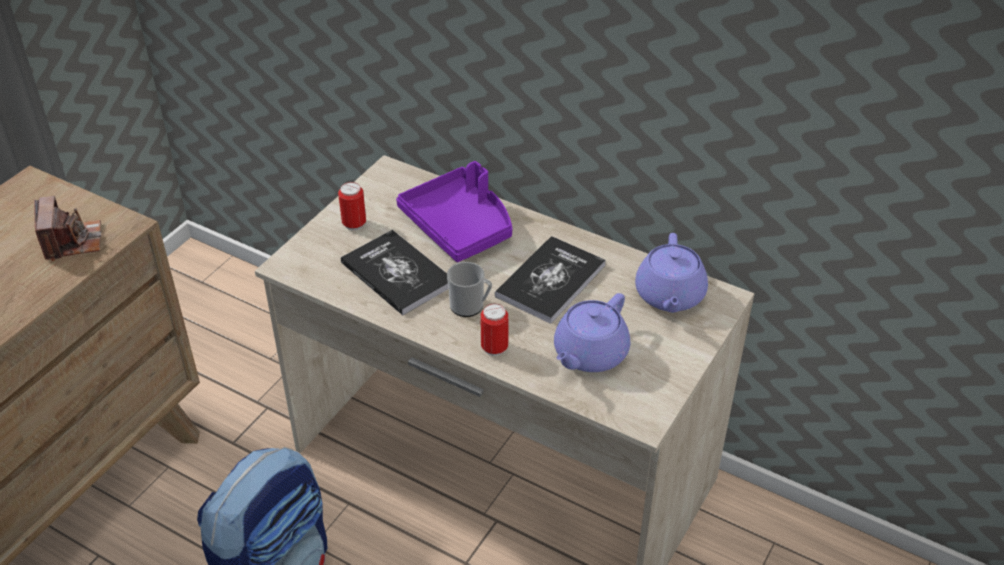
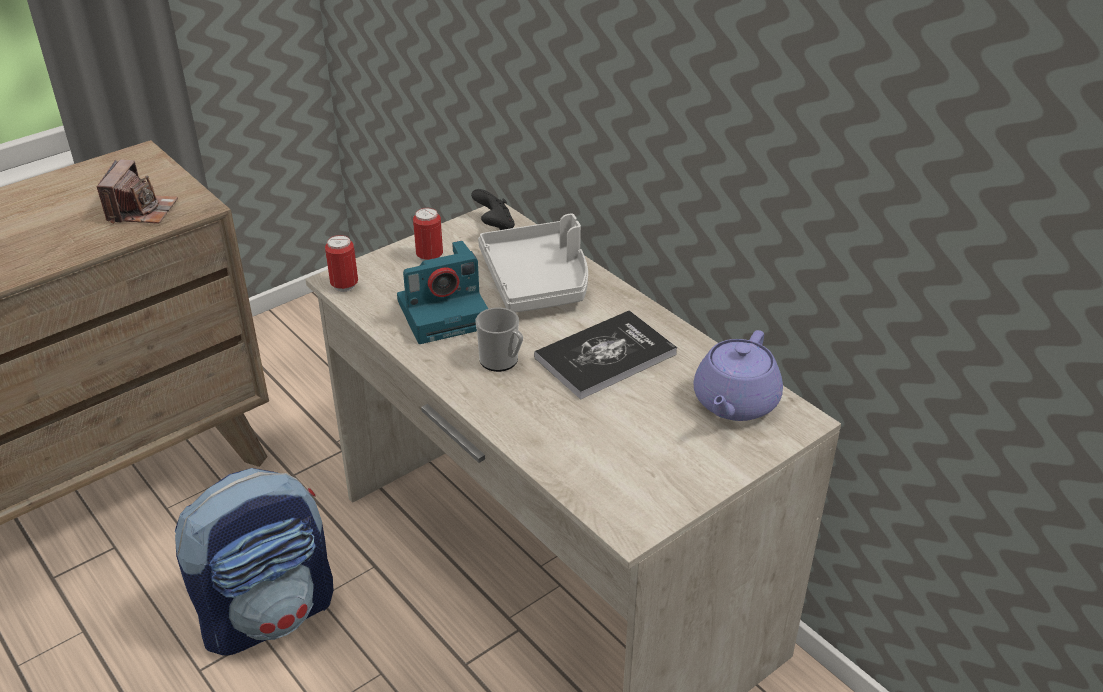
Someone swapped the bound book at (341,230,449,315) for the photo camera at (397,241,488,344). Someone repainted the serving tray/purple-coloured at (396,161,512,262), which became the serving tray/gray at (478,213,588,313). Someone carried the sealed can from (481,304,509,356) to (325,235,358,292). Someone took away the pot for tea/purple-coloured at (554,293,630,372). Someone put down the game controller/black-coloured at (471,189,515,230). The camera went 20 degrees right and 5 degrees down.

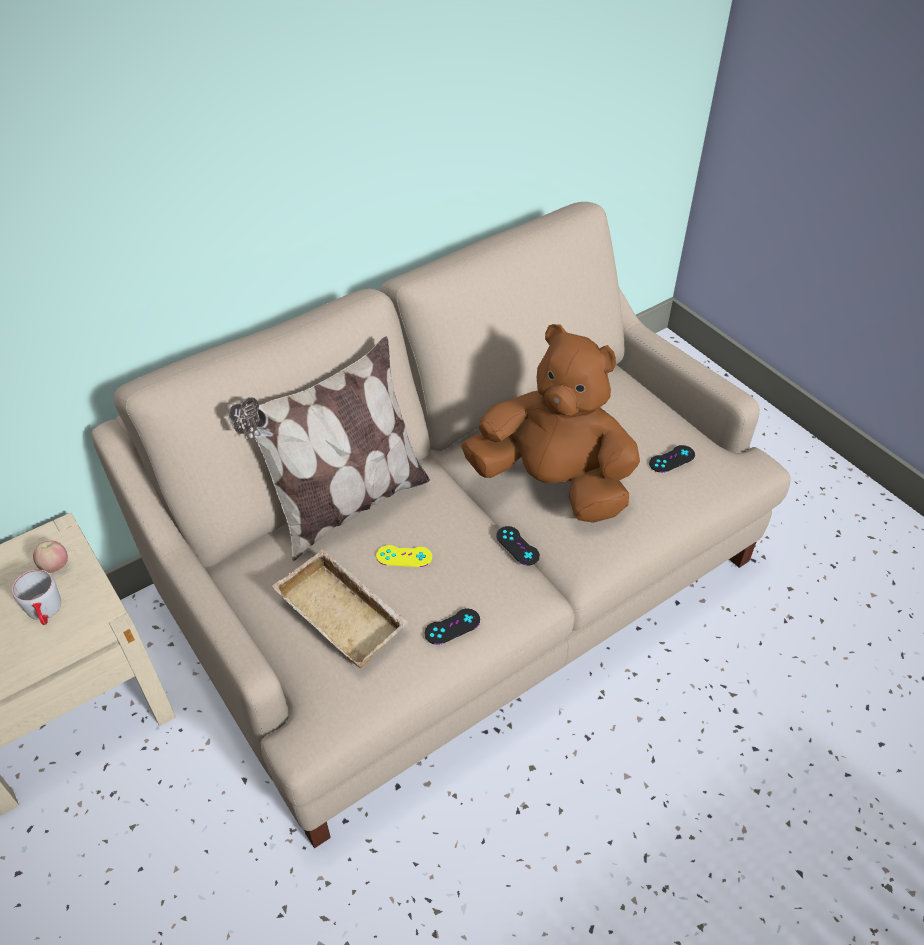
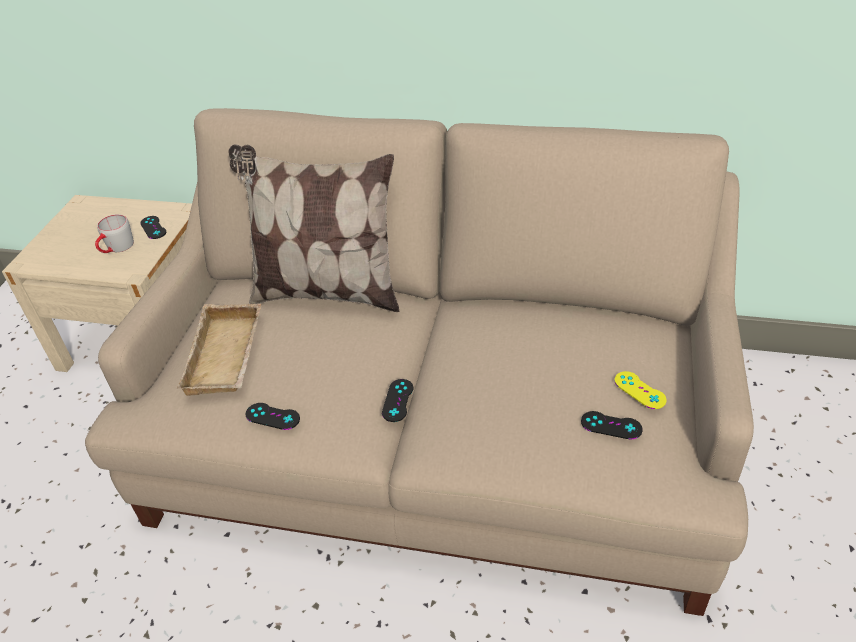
Someone swapped the whole apple at (33,541,68,573) for the game controller/black-coloured at (140,216,166,239). Someone carried the game controller/yellowish from (376,545,432,567) to (614,371,667,409). Someone took away the soft toy/brown-coloured at (461,324,640,523). The camera went 50 degrees right and 5 degrees down.

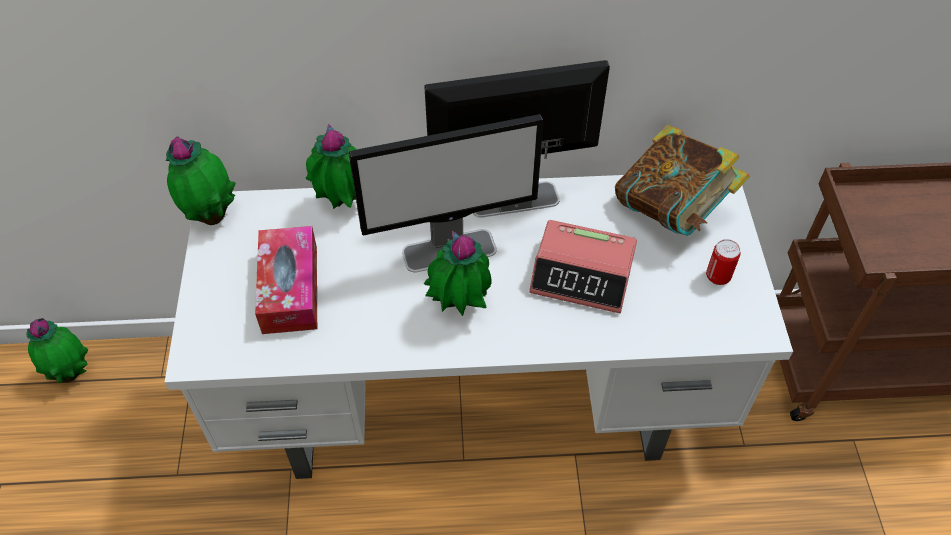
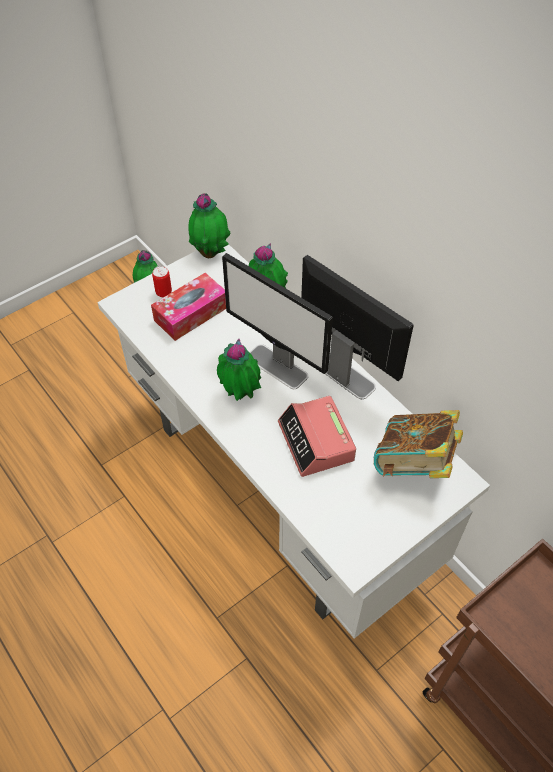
Someone carried the sealed can from (706,239,741,285) to (152,266,172,297). The camera went 55 degrees right and 0 degrees up.

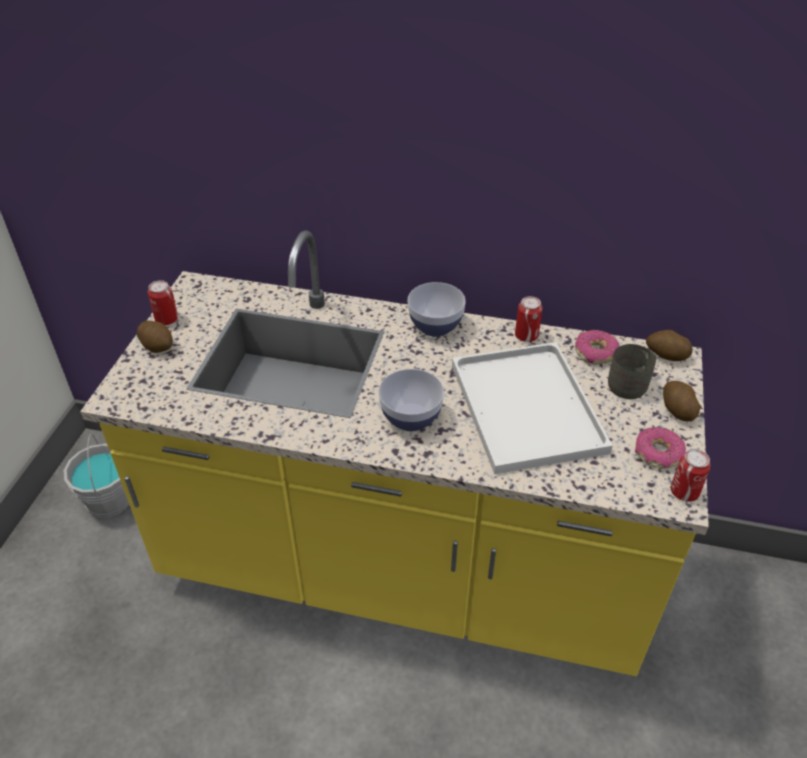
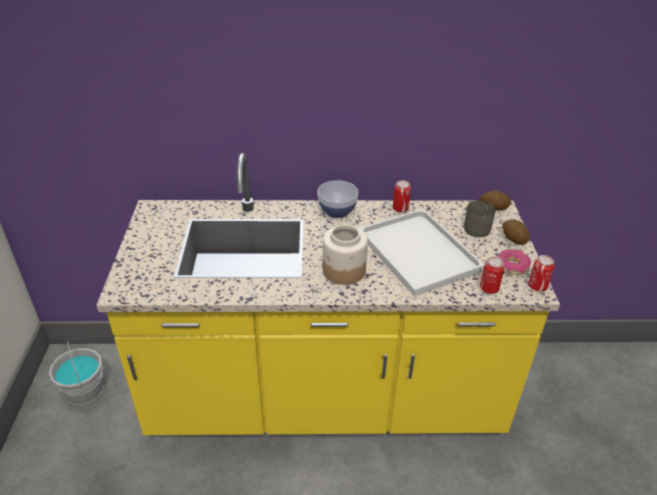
Someone took away the spud at (137,321,173,353). Someone carried the sealed can from (148,280,178,325) to (480,257,505,294). Someone swapped the serving bowl at (379,369,444,431) for the storage jar at (323,225,368,285). Someone took away the doughnut at (575,330,619,364). The camera went 15 degrees left and 5 degrees down.

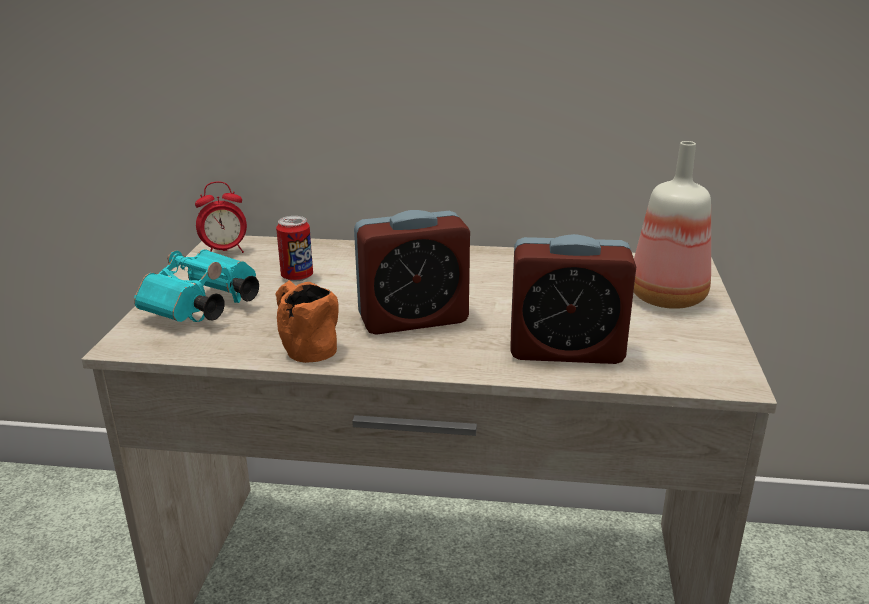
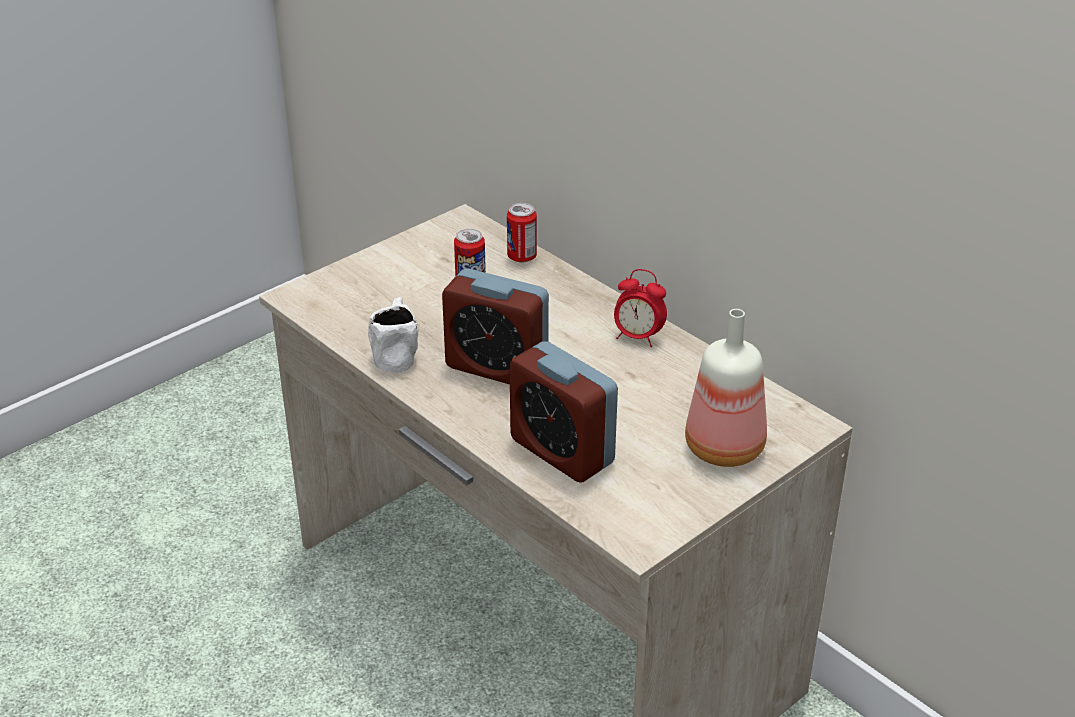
Someone took away the pair of binoculars/turquoise at (134,249,259,322). Someone carried the bedside clock from (195,182,247,253) to (614,269,667,347). Someone repainted the mug/orange at (275,280,338,363), which became the mug/white at (368,297,418,373). Someone put down the sealed can at (507,203,537,262). The camera went 40 degrees right and 10 degrees up.

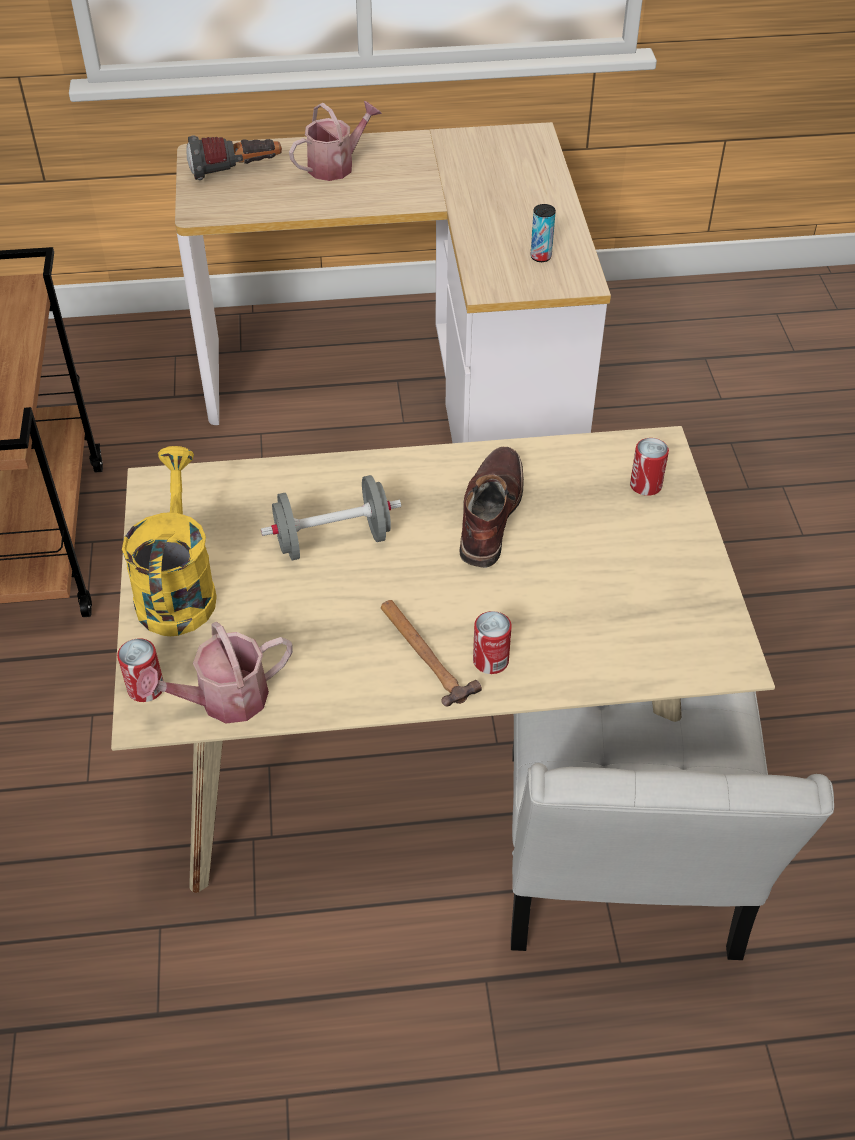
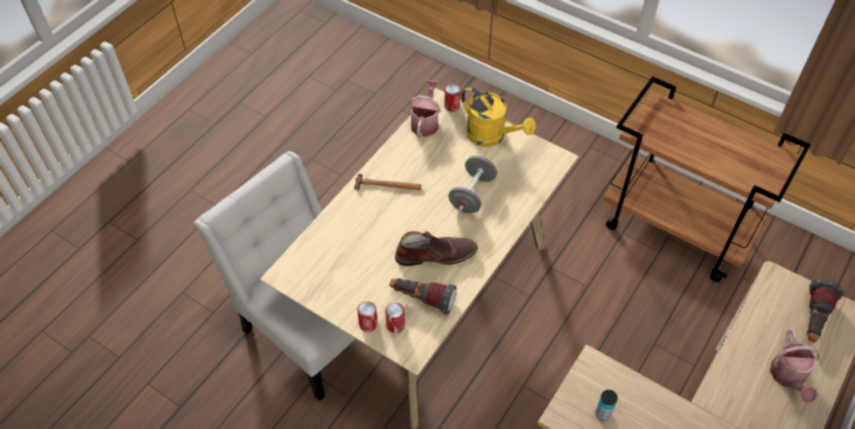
Someone rotated the boot/brown-coloured at (460,447,524,568) by 60 degrees counterclockwise. Someone carried the sealed can from (473,611,512,674) to (357,301,378,332). Someone put down the flashlight at (389,278,456,315). The camera went 130 degrees right and 5 degrees up.

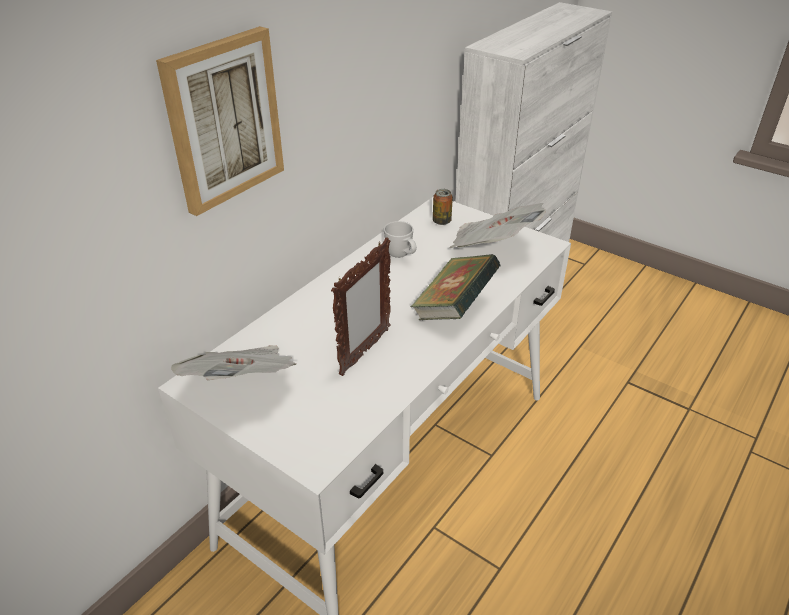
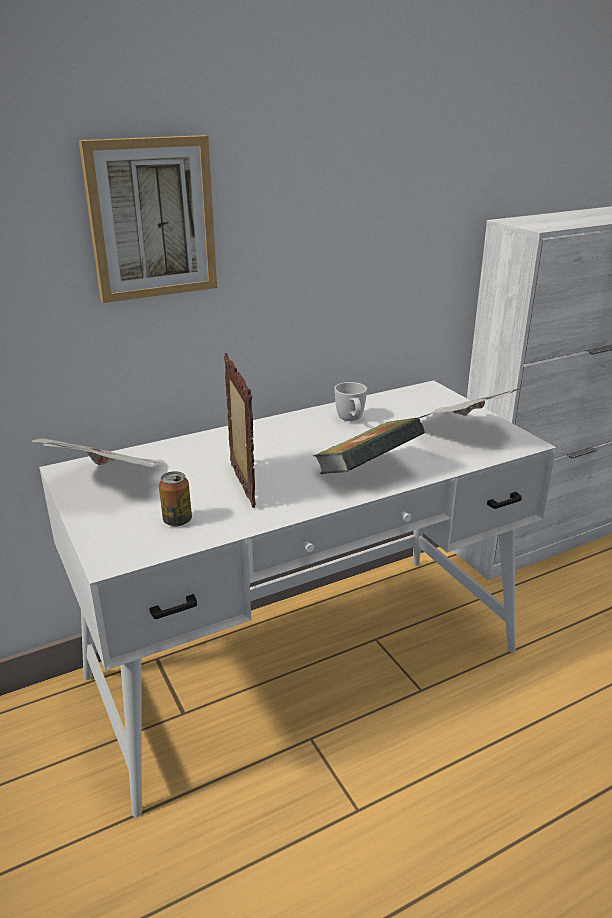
Someone rotated the photo frame at (331,237,391,376) by 75 degrees counterclockwise. Someone carried the sealed can from (433,189,453,225) to (159,471,192,526). The camera went 25 degrees right and 10 degrees down.

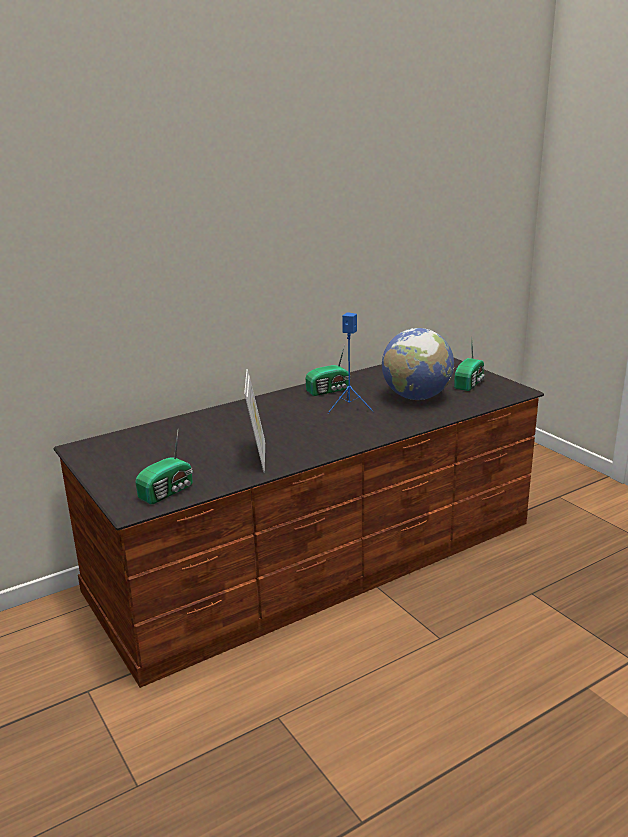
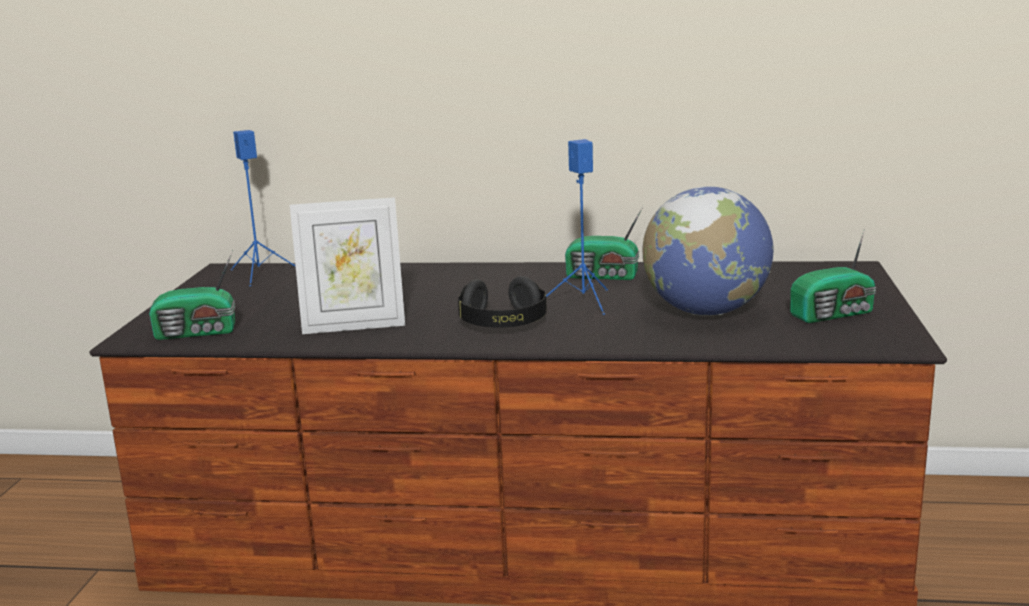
Someone rotated the photo frame at (244,369,265,473) by 45 degrees clockwise. Someone put down the audio speaker/blue at (230,130,296,286). Someone put down the headset/black-coloured at (458,276,547,328). The camera went 40 degrees right and 5 degrees down.

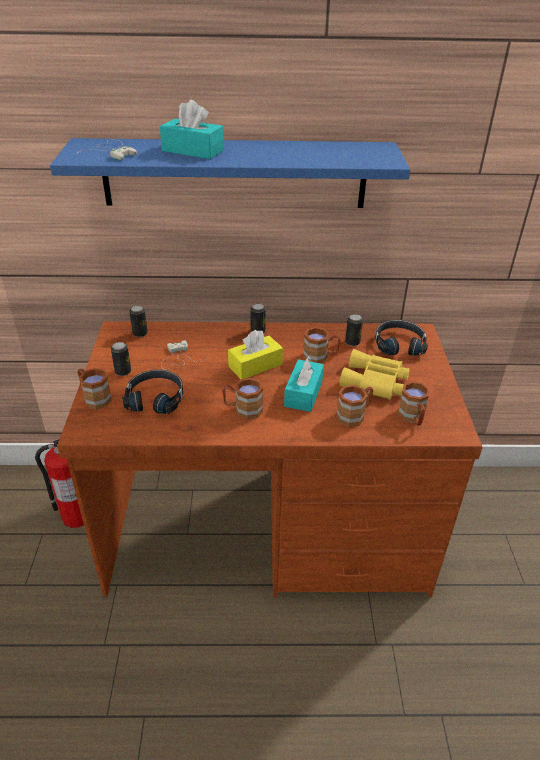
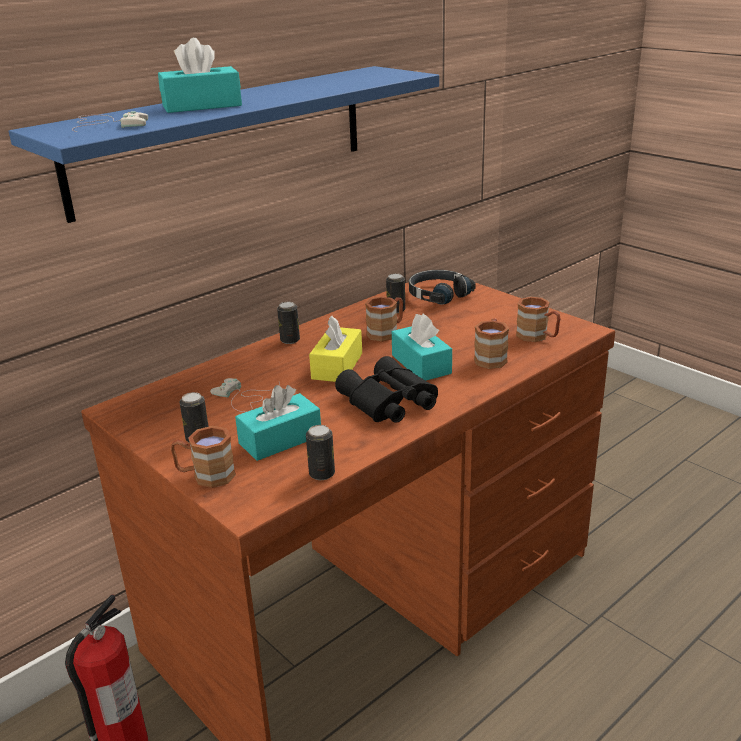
Someone swapped the headset/black-coloured at (122,370,183,414) for the tissue box/turquoise at (235,385,321,461). Someone carried the sealed can from (129,305,148,337) to (306,425,335,480). Someone swapped the mug/brown-coloured at (222,378,263,420) for the pair of binoculars/black-coloured at (335,356,438,423). Someone took away the pair of binoculars/yellowish at (339,349,410,400). The camera went 40 degrees left and 10 degrees down.

